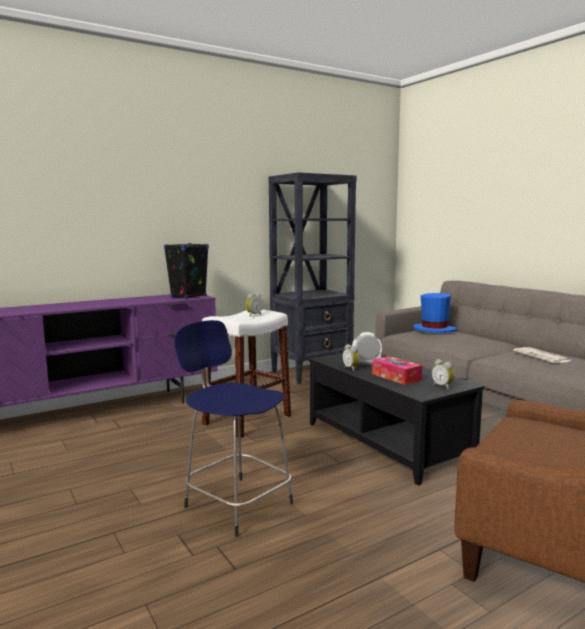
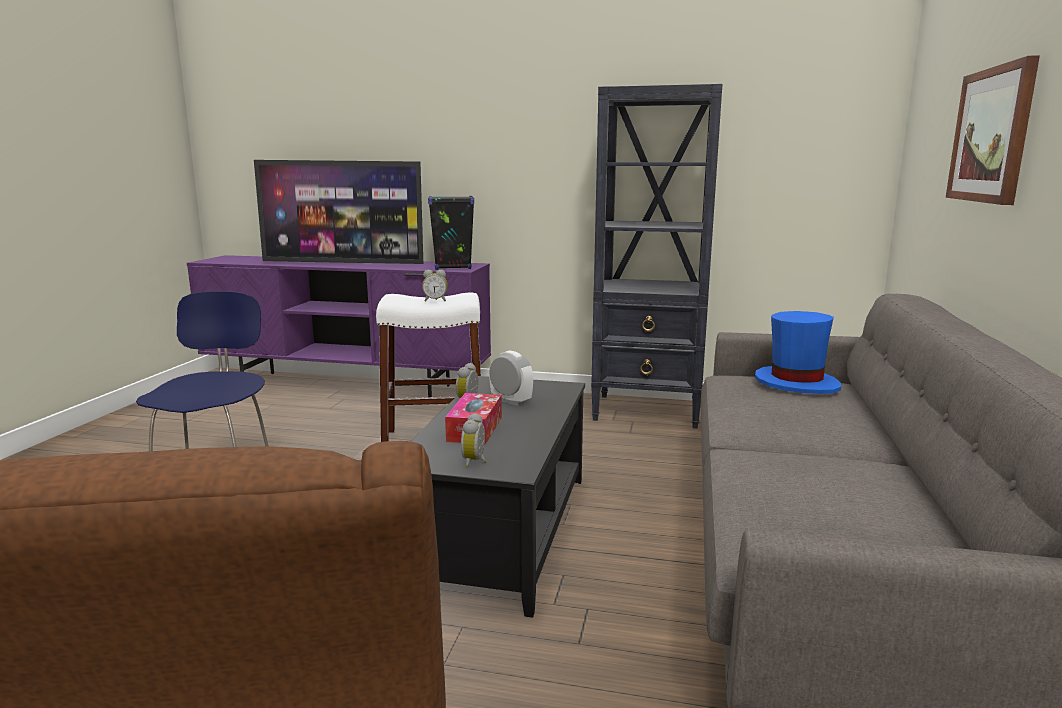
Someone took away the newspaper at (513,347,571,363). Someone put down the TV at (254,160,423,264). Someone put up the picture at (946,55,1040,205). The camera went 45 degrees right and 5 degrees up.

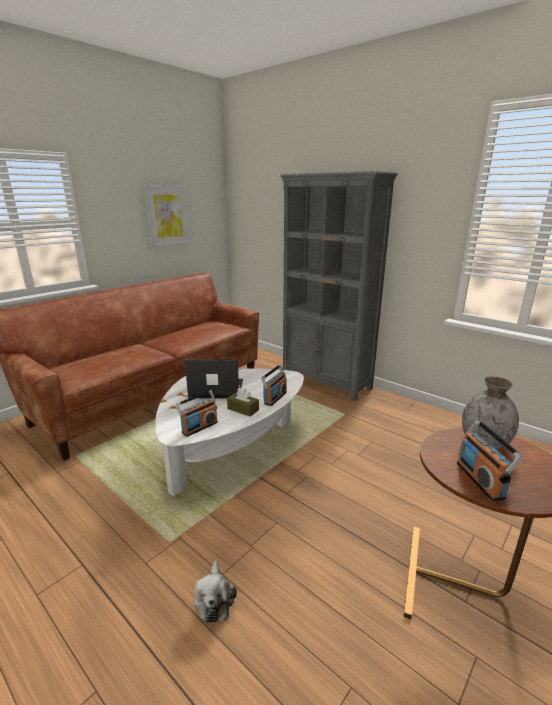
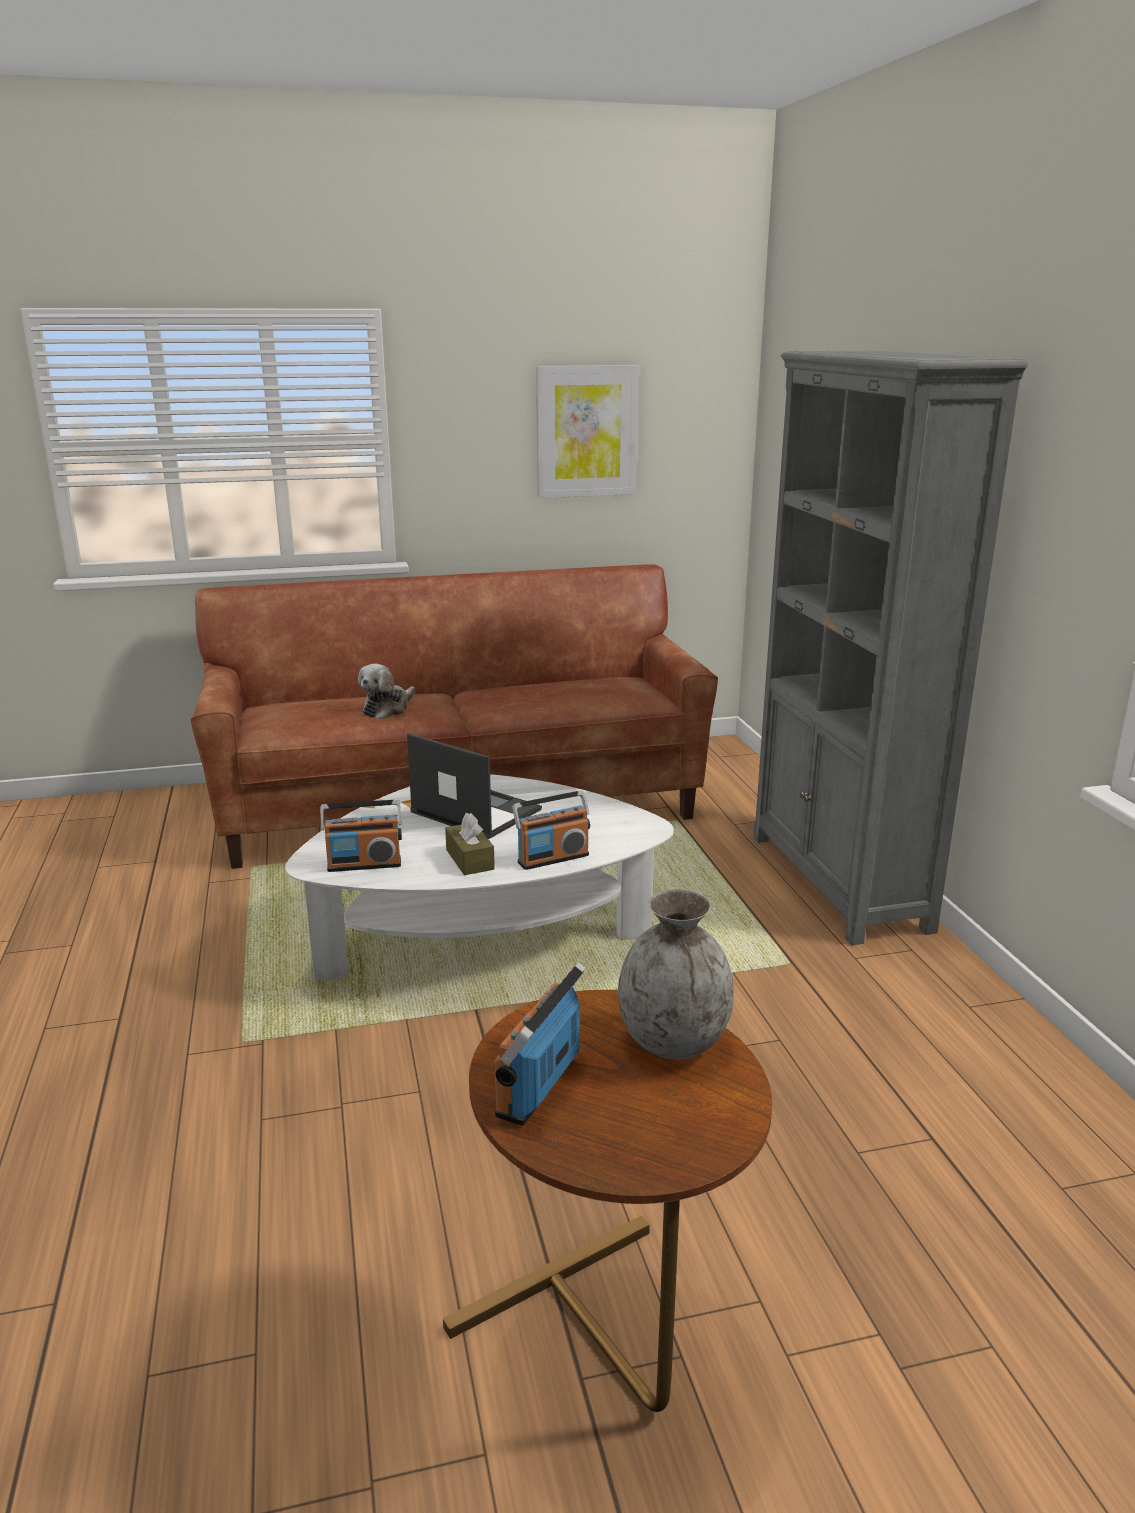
Someone carried the soft toy from (193,560,237,623) to (358,664,415,719). The camera went 35 degrees right and 0 degrees up.

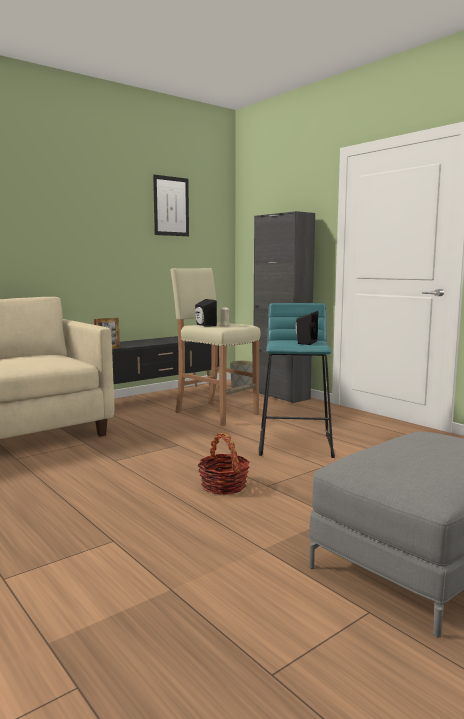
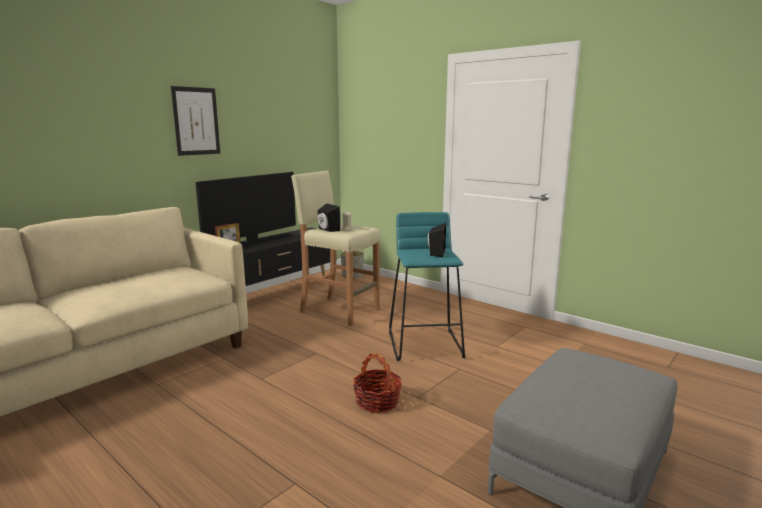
Someone carried the picture from (153,175,189,236) to (171,86,220,156). Someone took away the cabinet/black-coloured at (254,211,315,403). Someone put down the TV at (195,172,296,248). The camera went 10 degrees left and 5 degrees up.

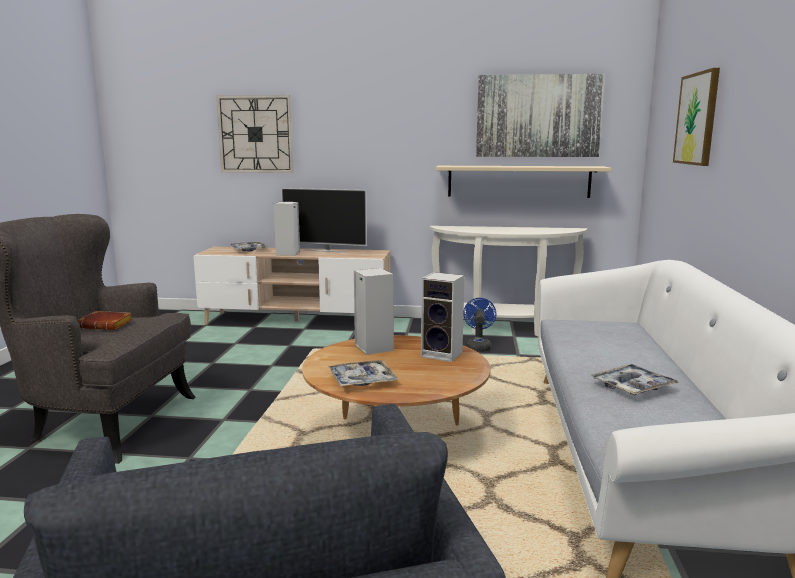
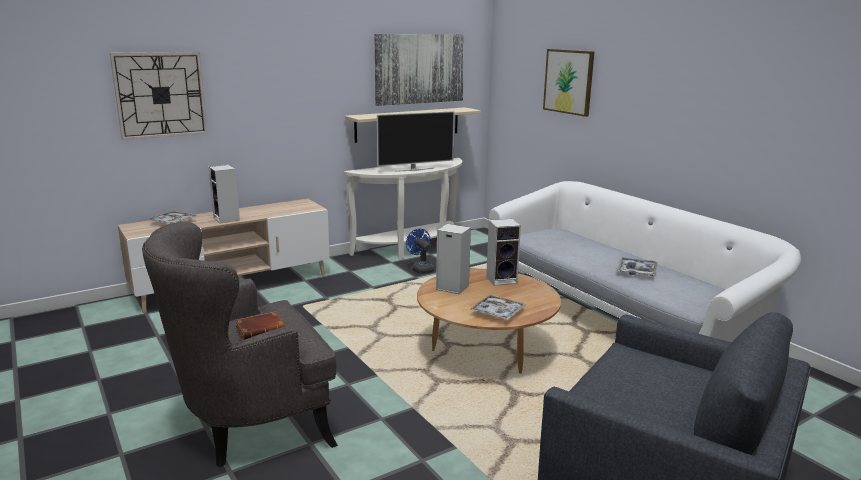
Someone carried the TV from (281,188,367,252) to (377,111,454,172). The camera went 40 degrees left and 5 degrees up.

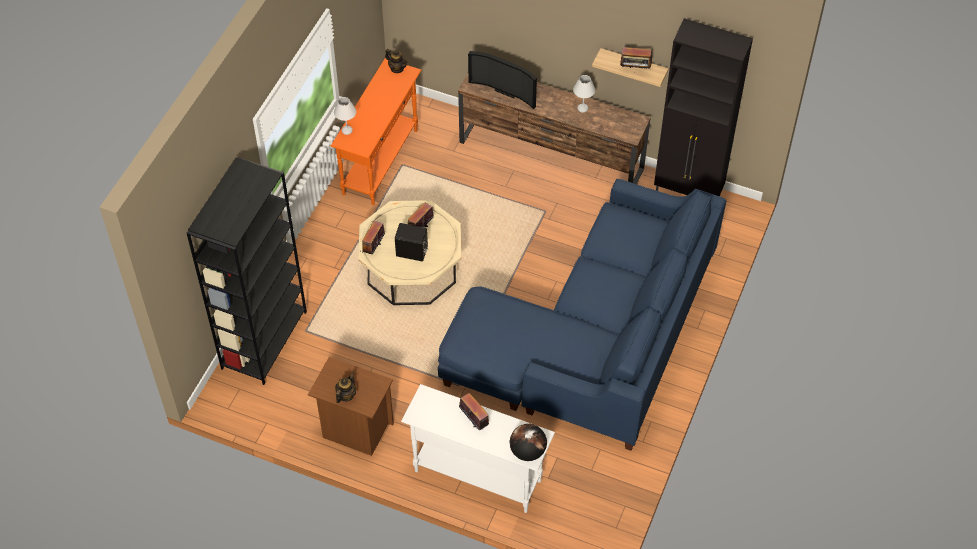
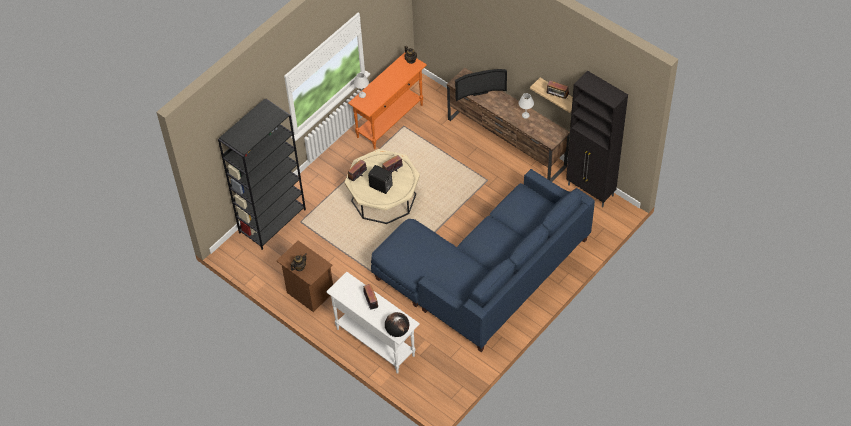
Someone rotated the TV at (468,51,537,109) by 60 degrees counterclockwise. The camera went 20 degrees right and 0 degrees up.

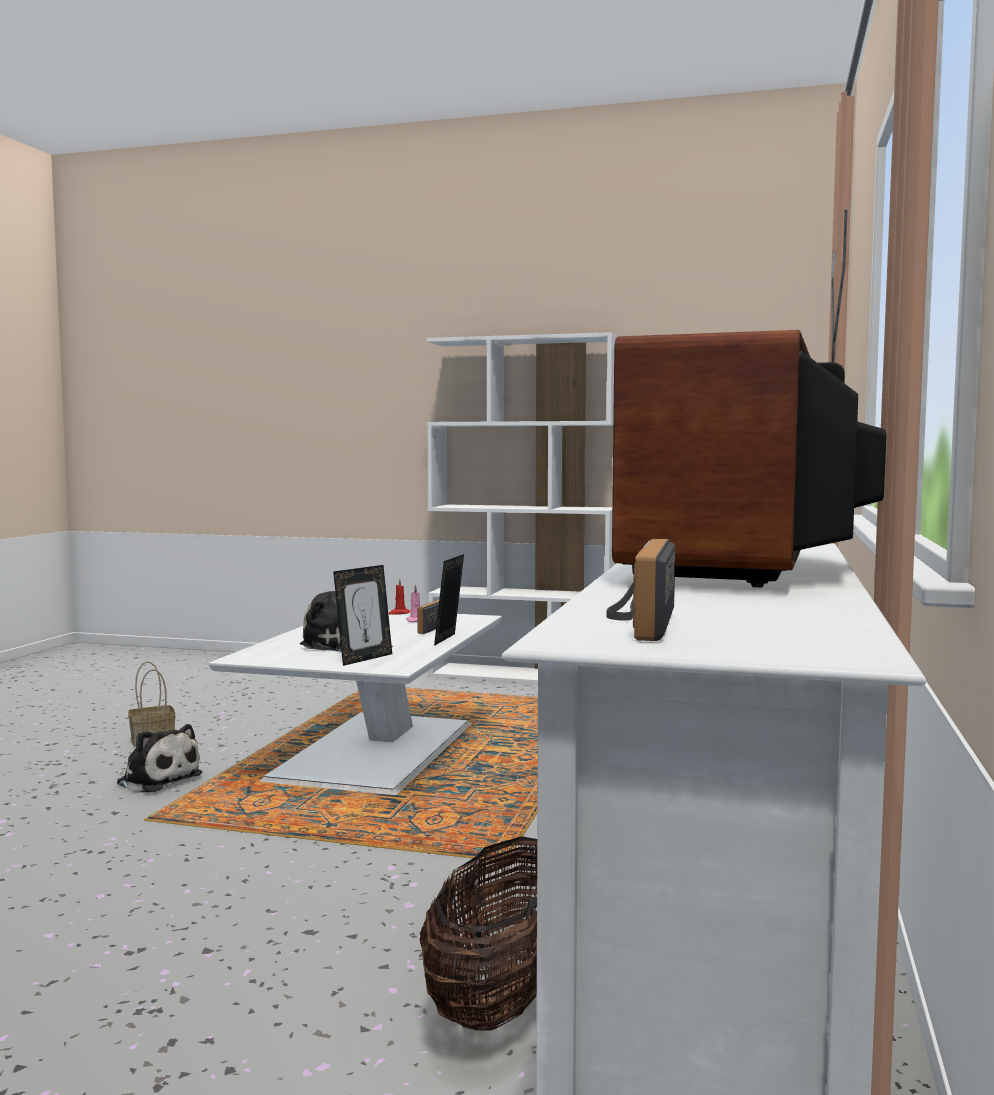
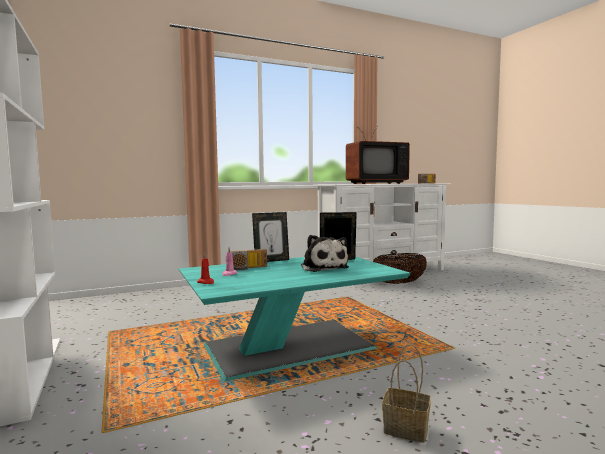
Someone took away the soft toy at (116,724,202,792). Someone repainted the lounge table/white at (208,611,502,795), which became the lounge table/turquoise at (179,257,410,382). The camera went 130 degrees left and 0 degrees up.

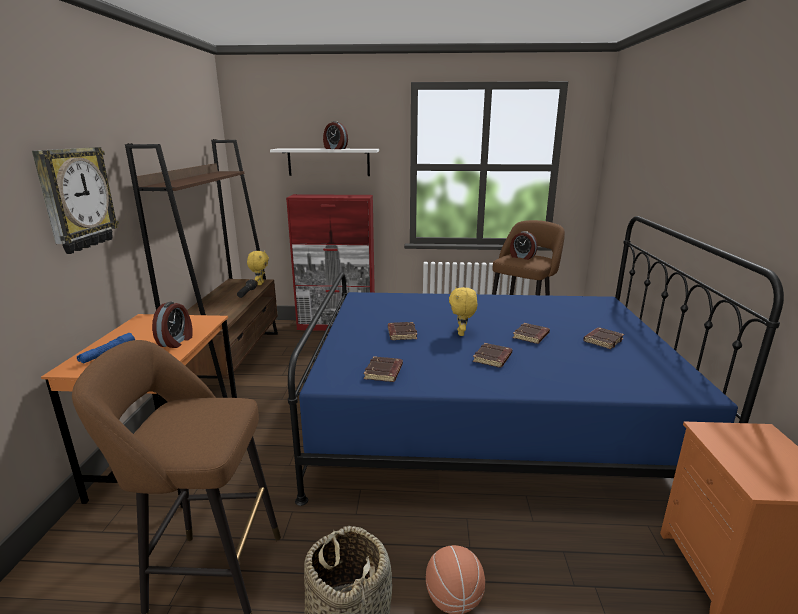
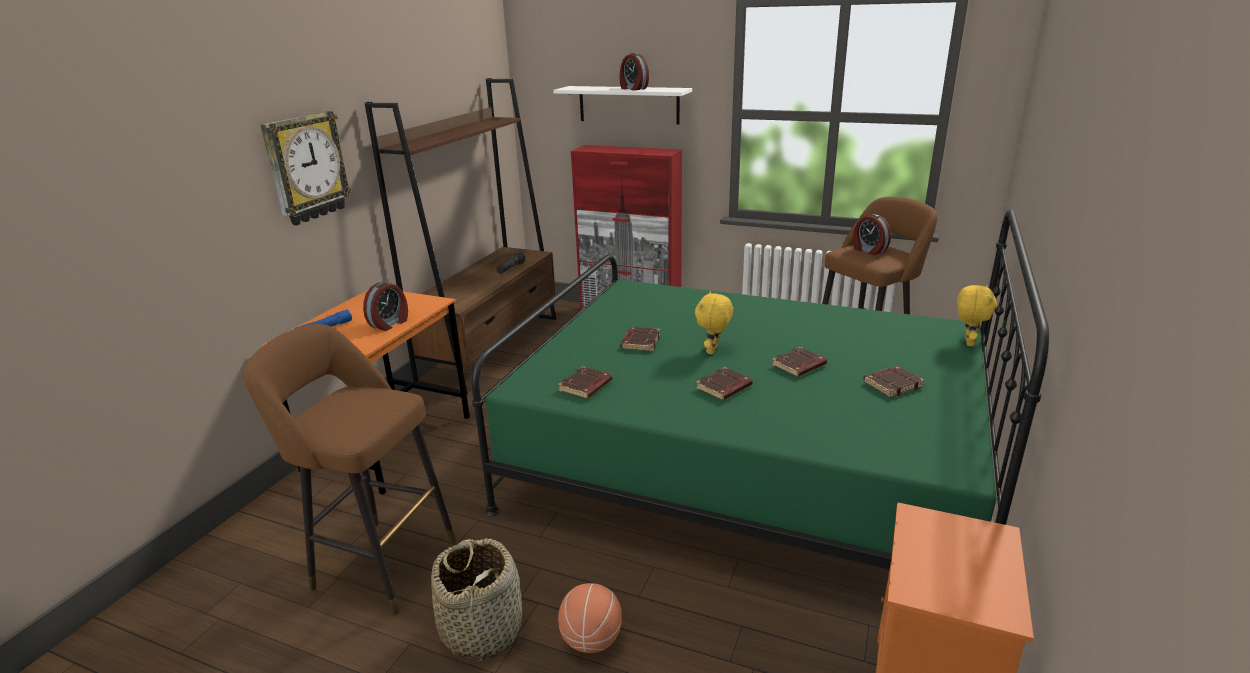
Someone carried the soft toy/yellowish from (247,251,269,285) to (957,285,997,346). Someone repainted the bed/blue at (288,216,784,506), which became the bed/green-coloured at (472,210,1049,570). The camera went 20 degrees right and 5 degrees up.

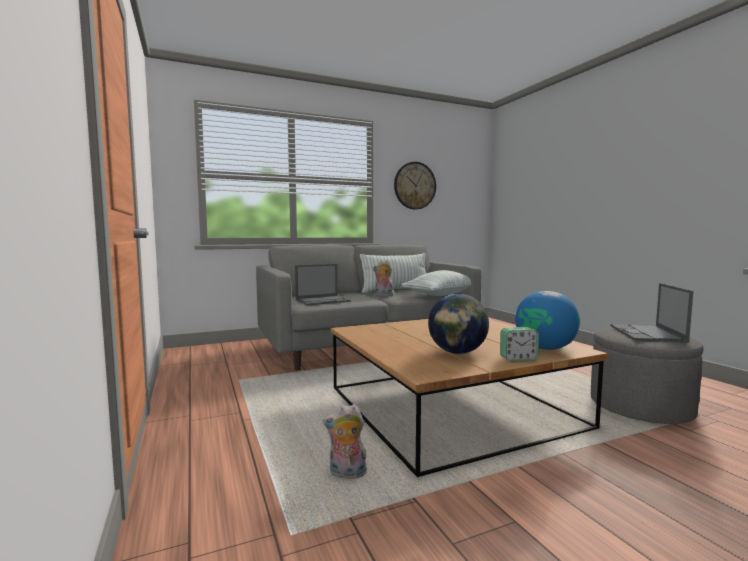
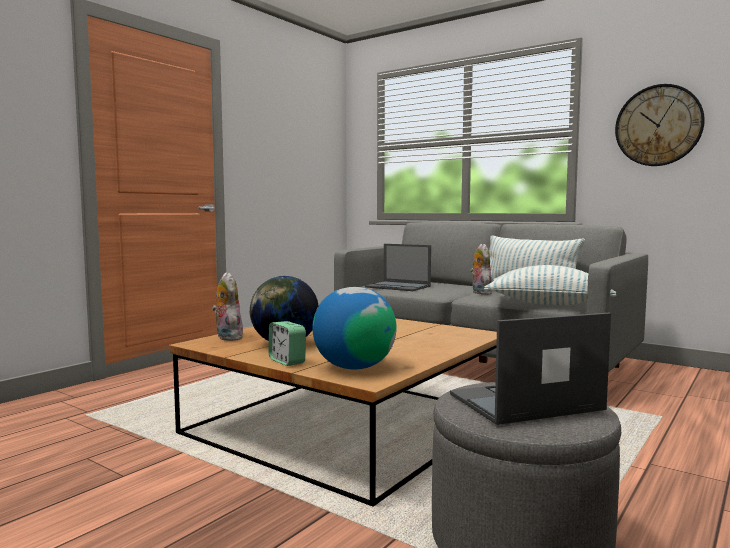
Someone carried the soft toy from (323,404,367,479) to (212,273,243,341). The camera went 60 degrees right and 0 degrees up.

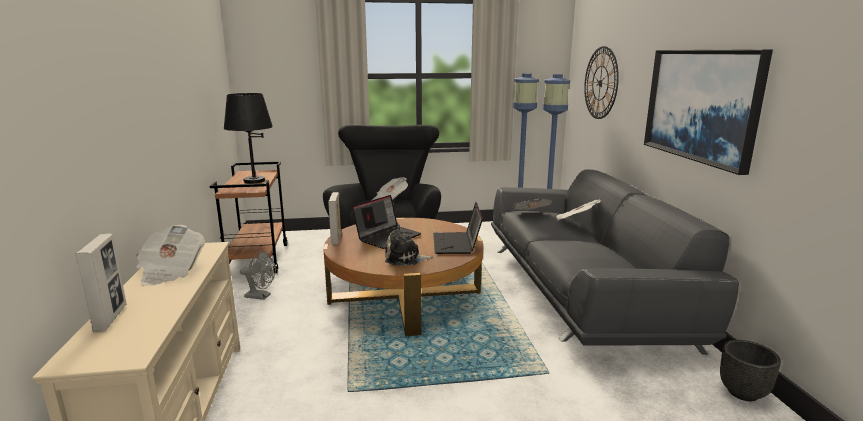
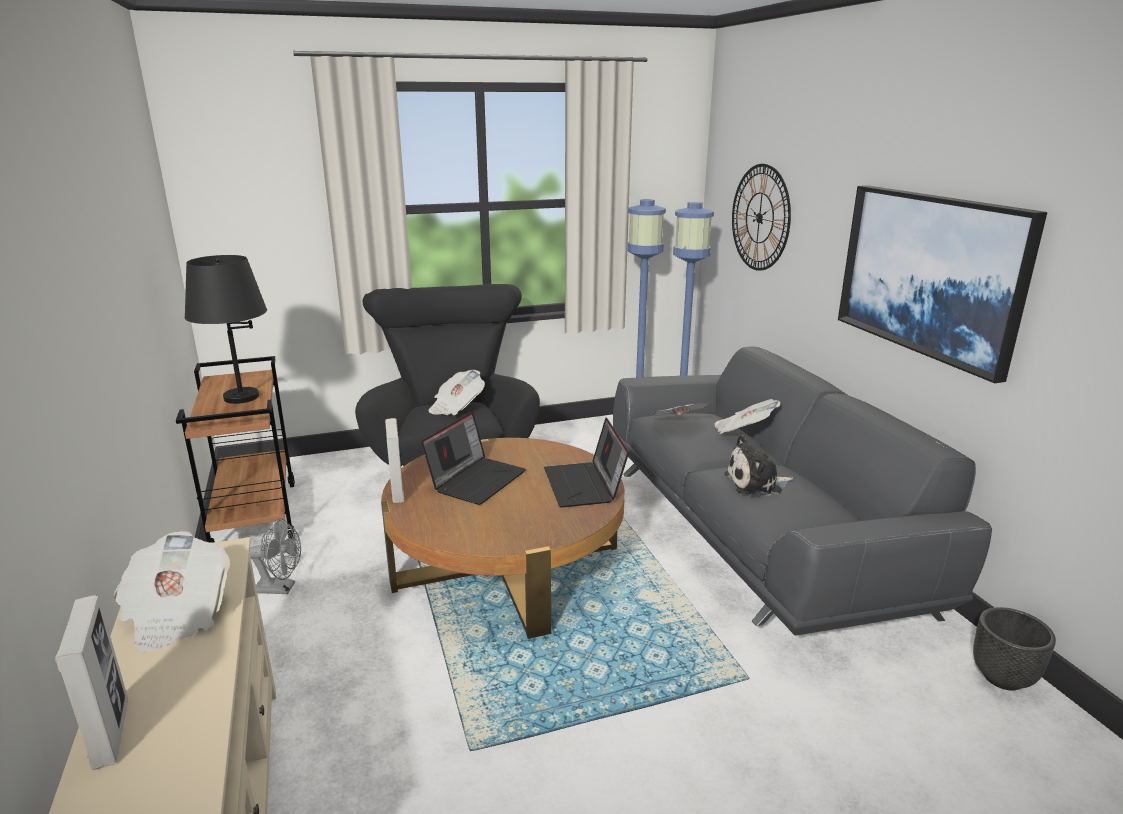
Someone carried the soft toy from (385,224,434,265) to (724,435,793,497). The camera went 10 degrees left and 5 degrees up.

